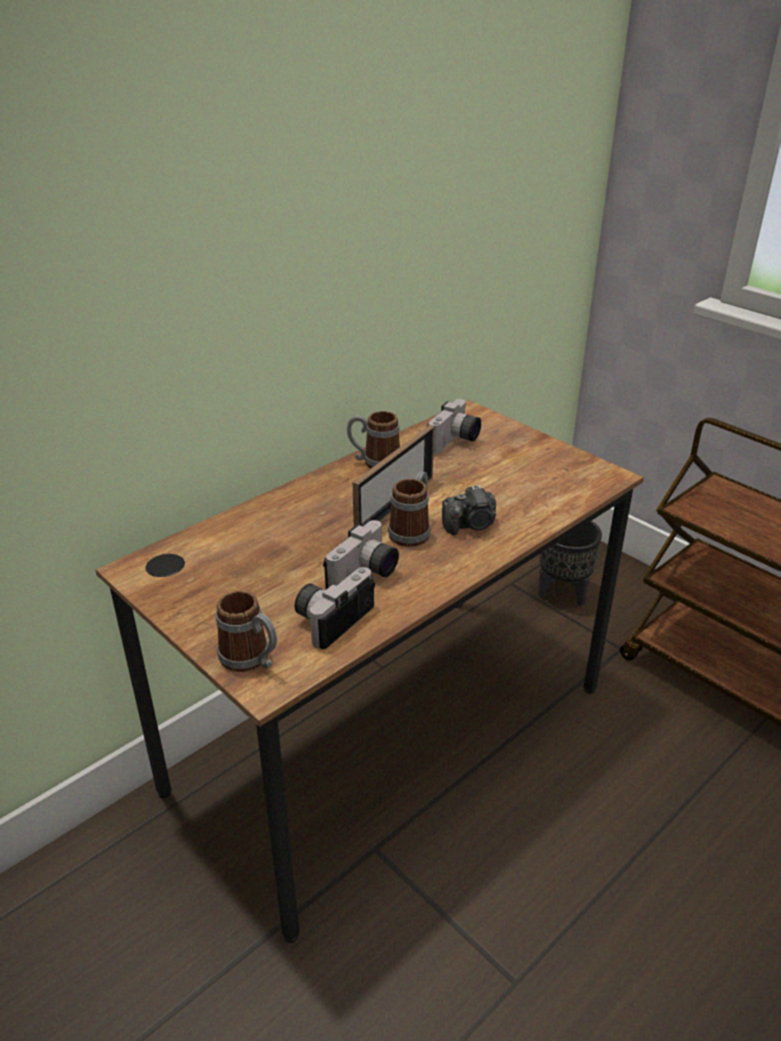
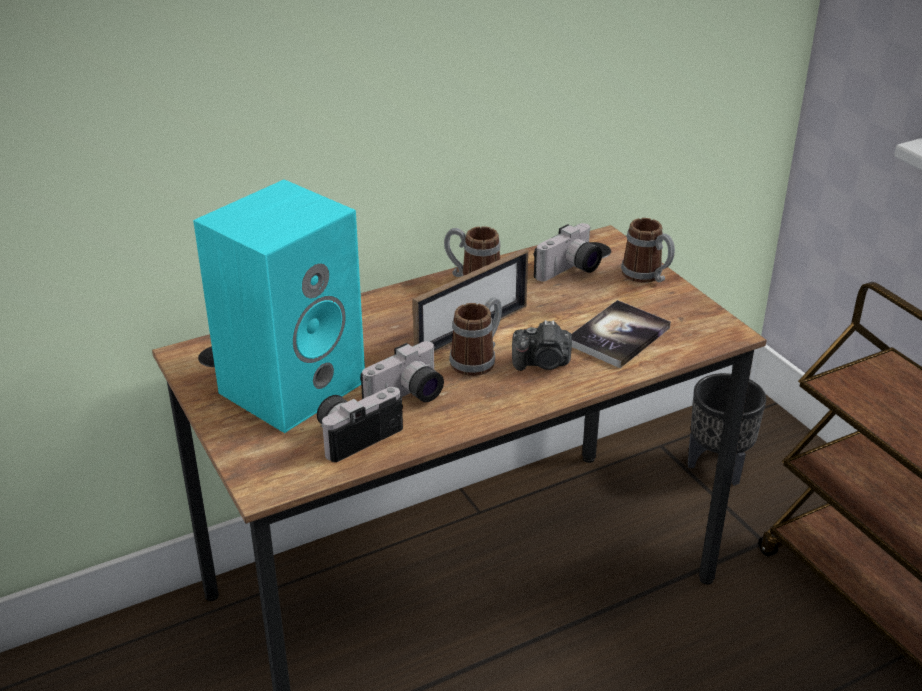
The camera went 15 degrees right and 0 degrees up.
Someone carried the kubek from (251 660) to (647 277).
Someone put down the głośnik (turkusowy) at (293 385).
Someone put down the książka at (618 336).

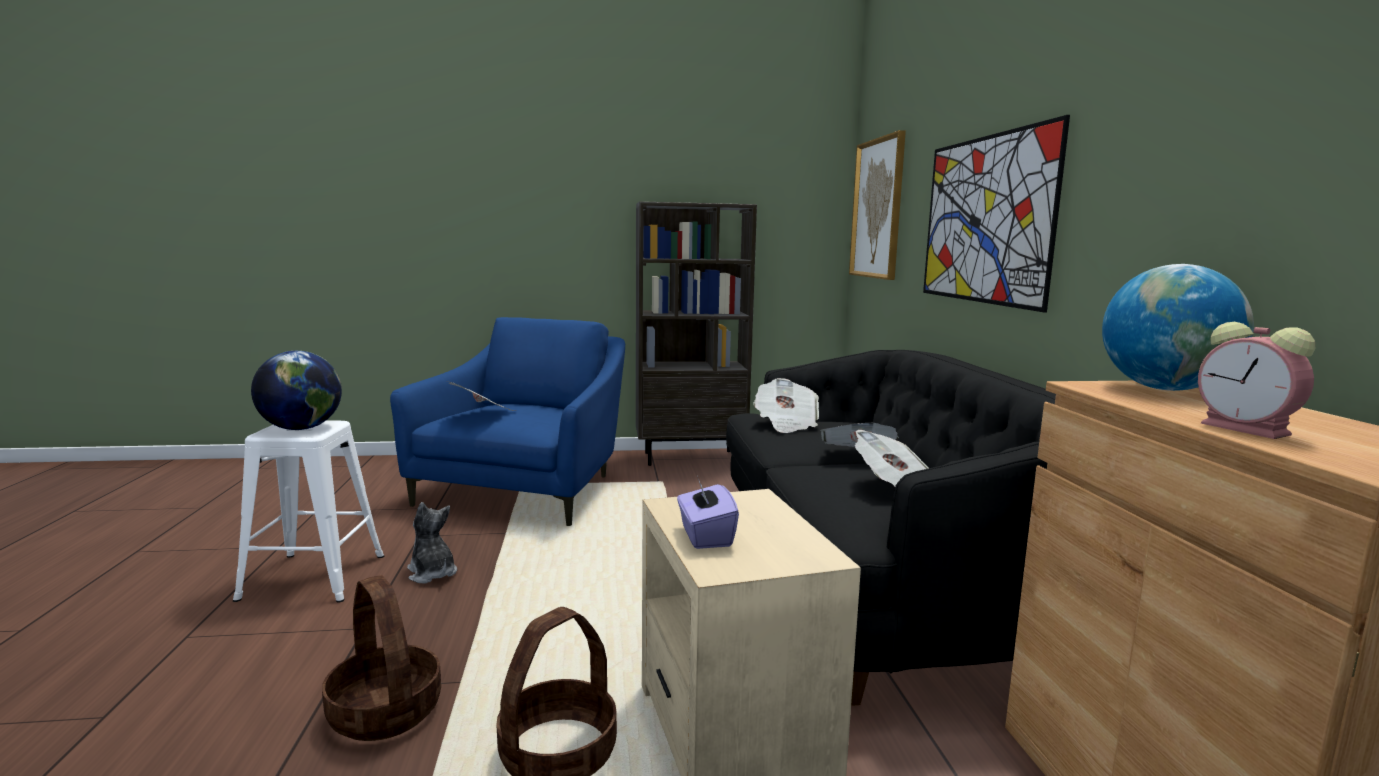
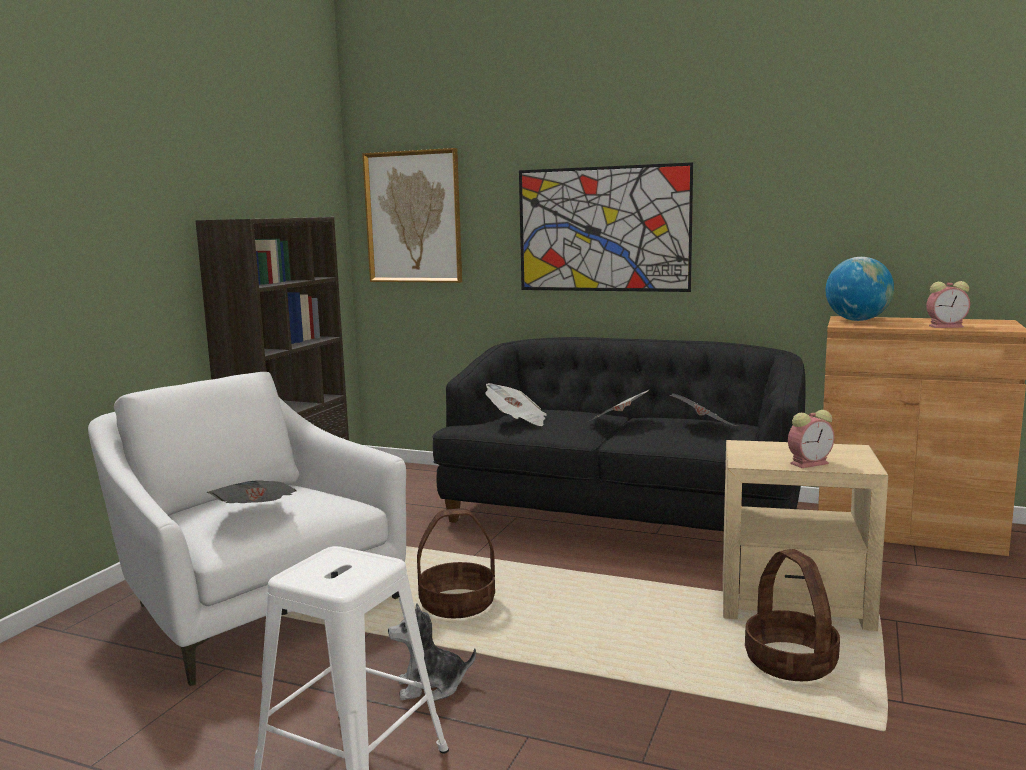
The camera went 60 degrees left and 0 degrees up.
Someone took away the globus at (301 428).
Someone carried the koszyk from (386 711) to (457 604).
Someone repainted the fotel (niebieski) at (528 489), which became the fotel (biały) at (251 604).
Someone swapped the pudełko chusteczek (fioletowy) at (705 536) for the budzik at (810 463).

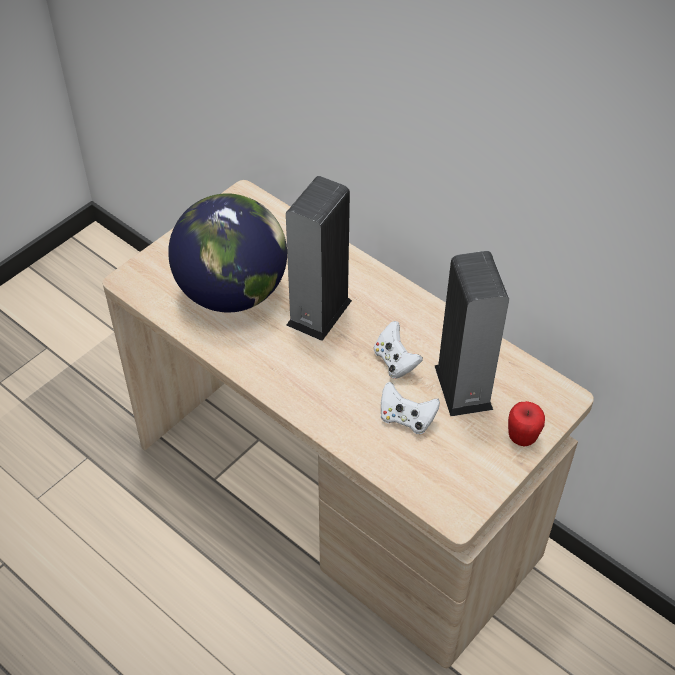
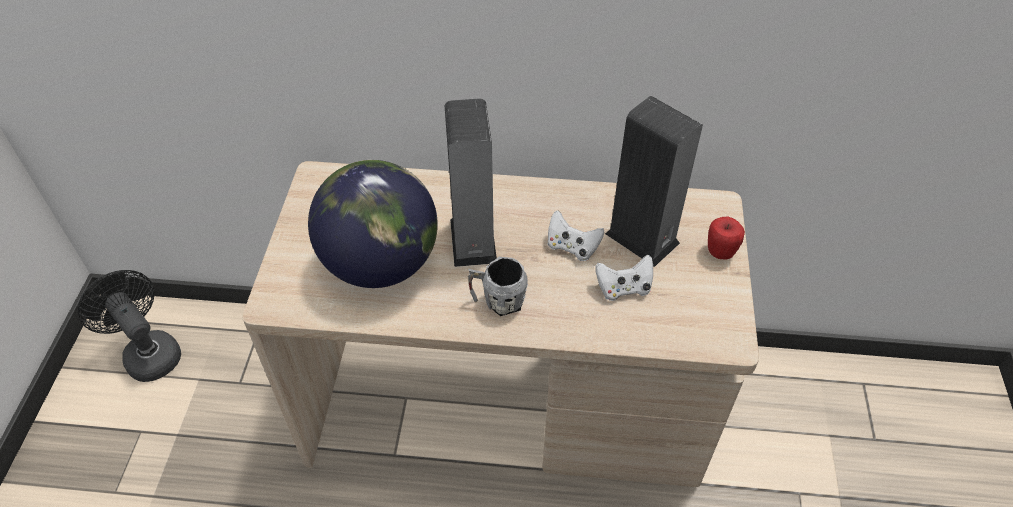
The camera went 35 degrees left and 0 degrees up.
Someone put down the wentylator (czarny) at (148 353).
Someone put down the kubek (szary) at (498 301).

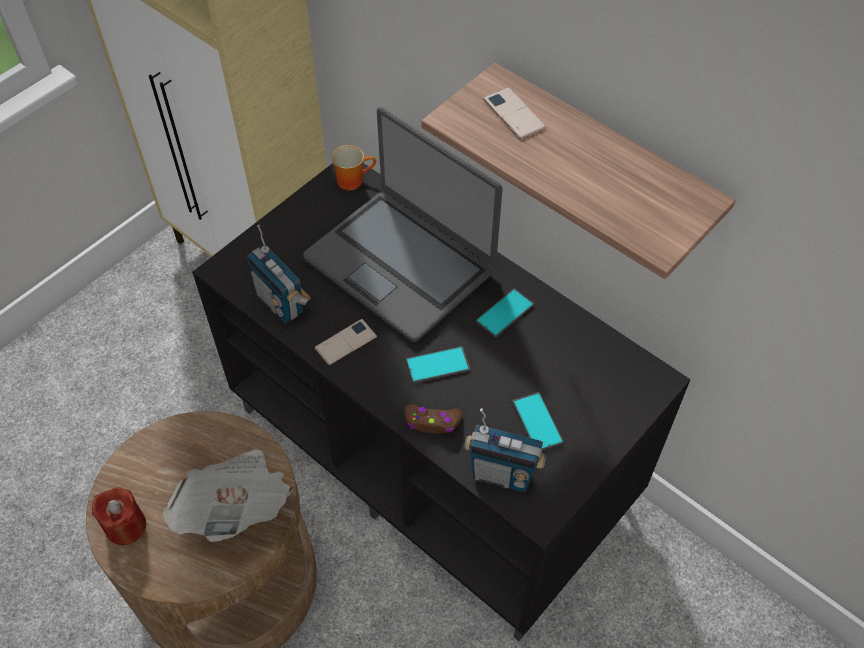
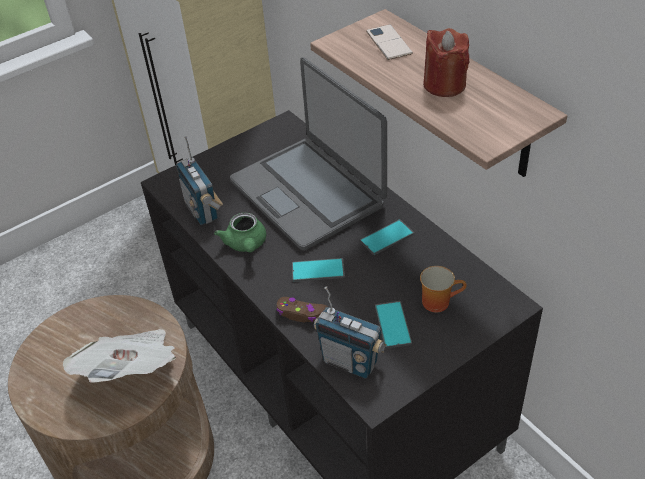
The camera went 15 degrees right and 10 degrees down.
Someone carried the świeca (czerwony) from (126 526) to (444 85).
Someone swapped the telefon at (346 342) for the imbryk (zielony) at (246 245).
Someone carried the kubek from (352 179) to (438 300).

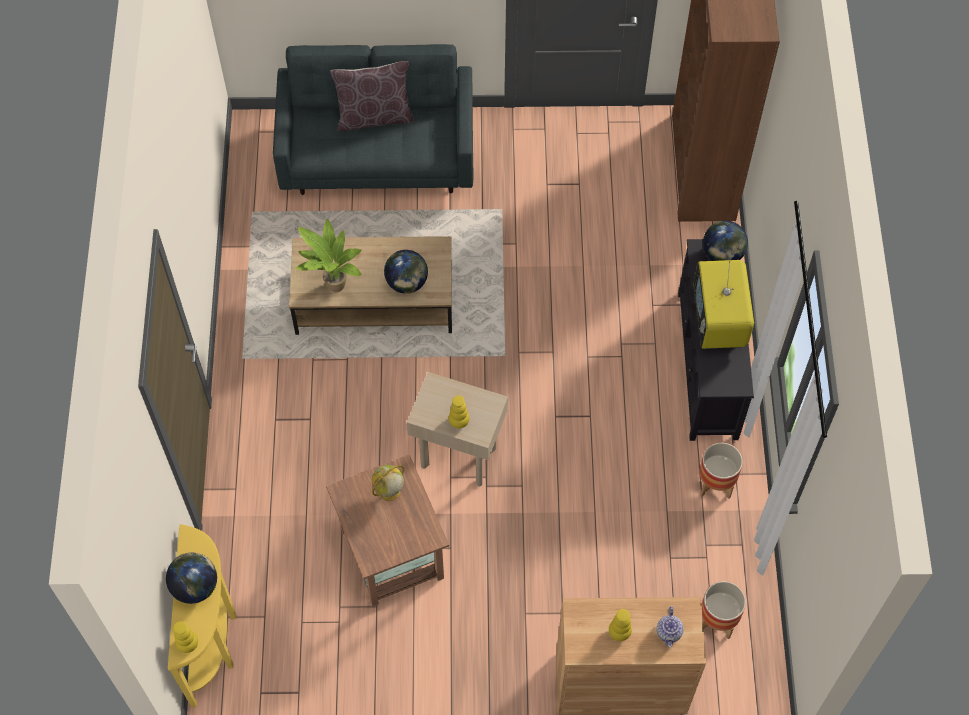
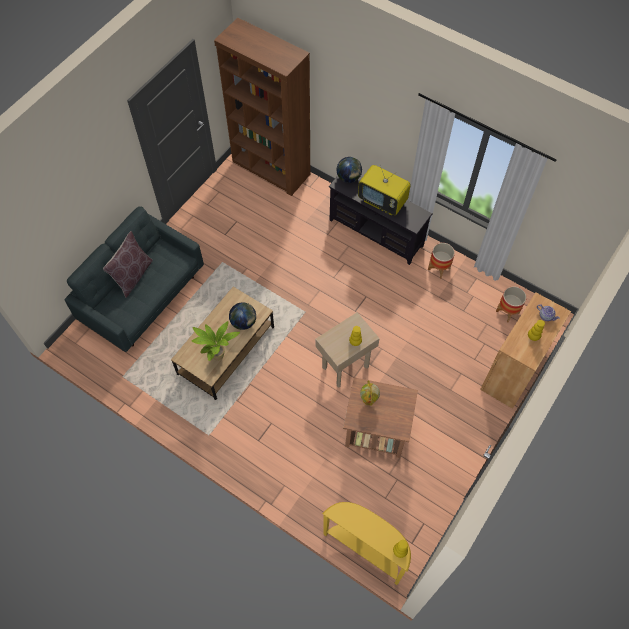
The camera went 55 degrees left and 0 degrees up.
Someone took away the globus at (195 587).

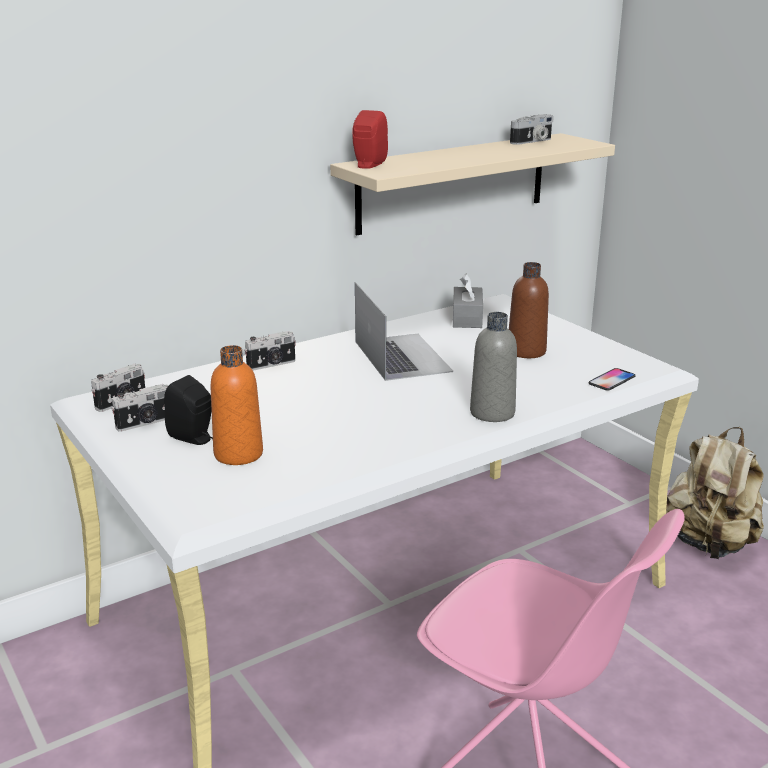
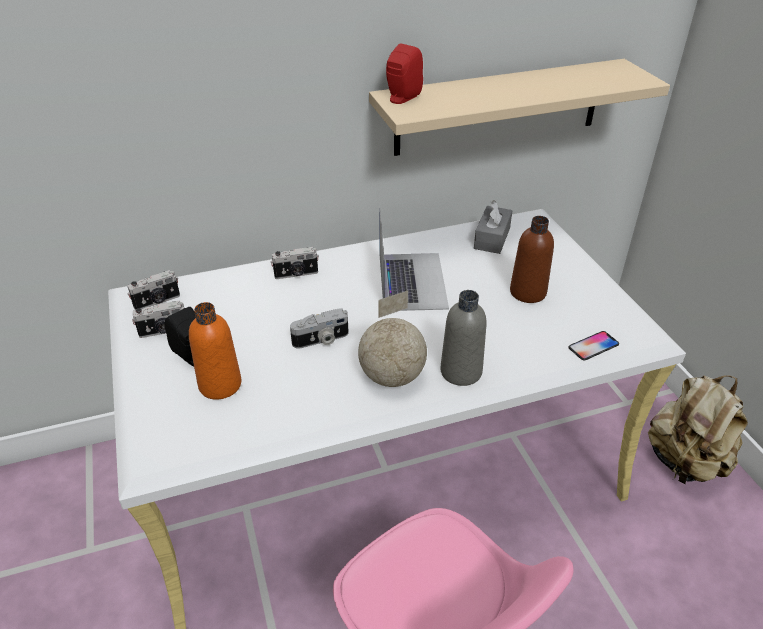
The camera went 15 degrees right and 15 degrees up.
Someone carried the aparat fotograficzny from (532 141) to (321 340).
Someone put down the globus at (393 377).

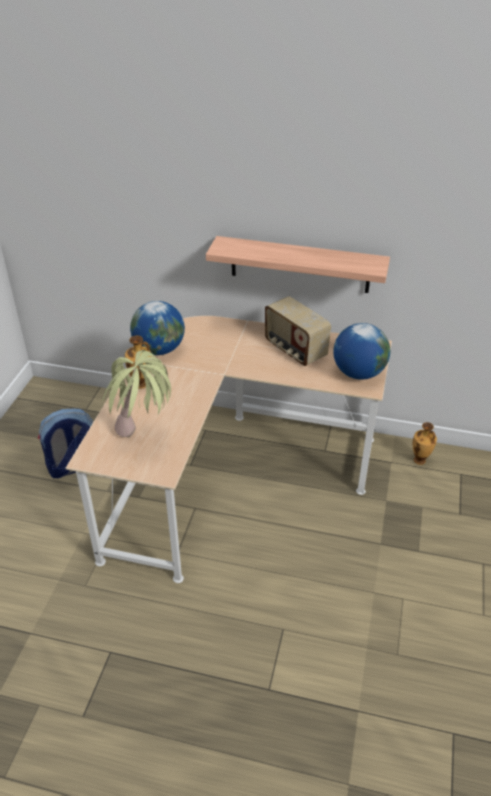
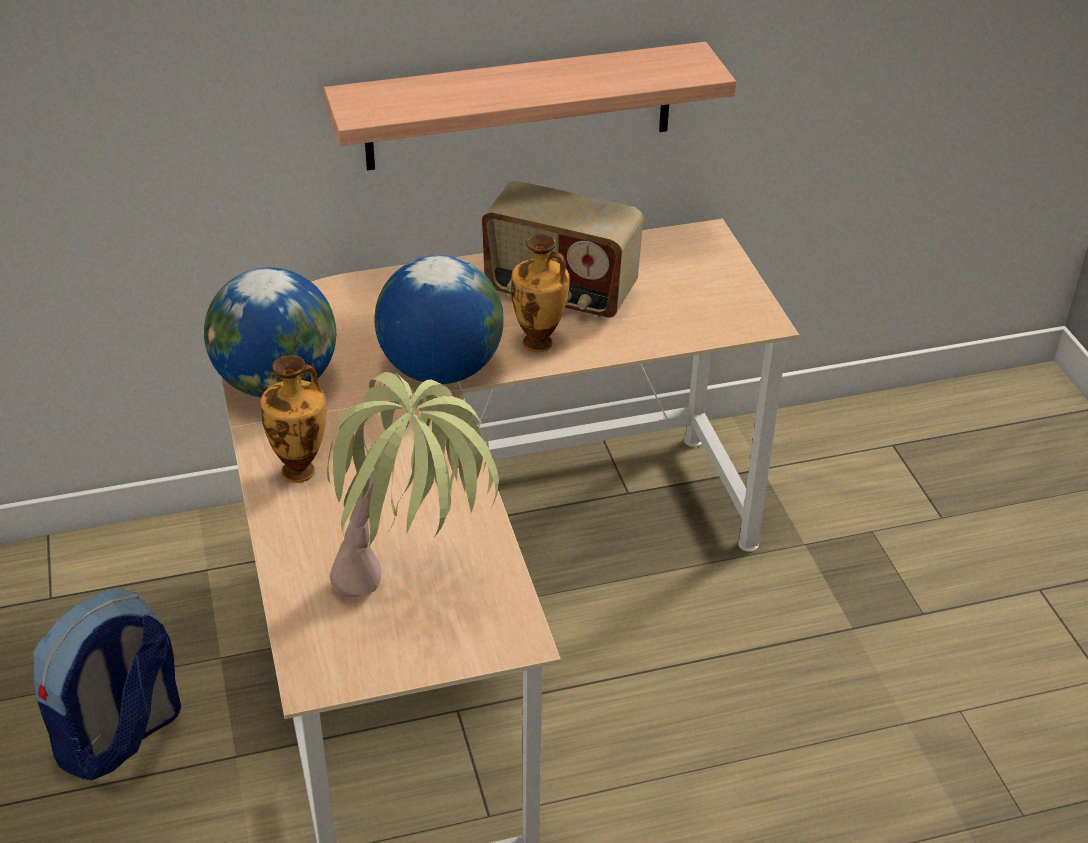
The camera went 30 degrees left and 0 degrees up.
Someone carried the globus from (358 373) to (440 370).
Someone carried the wazon from (420 461) to (539 344).

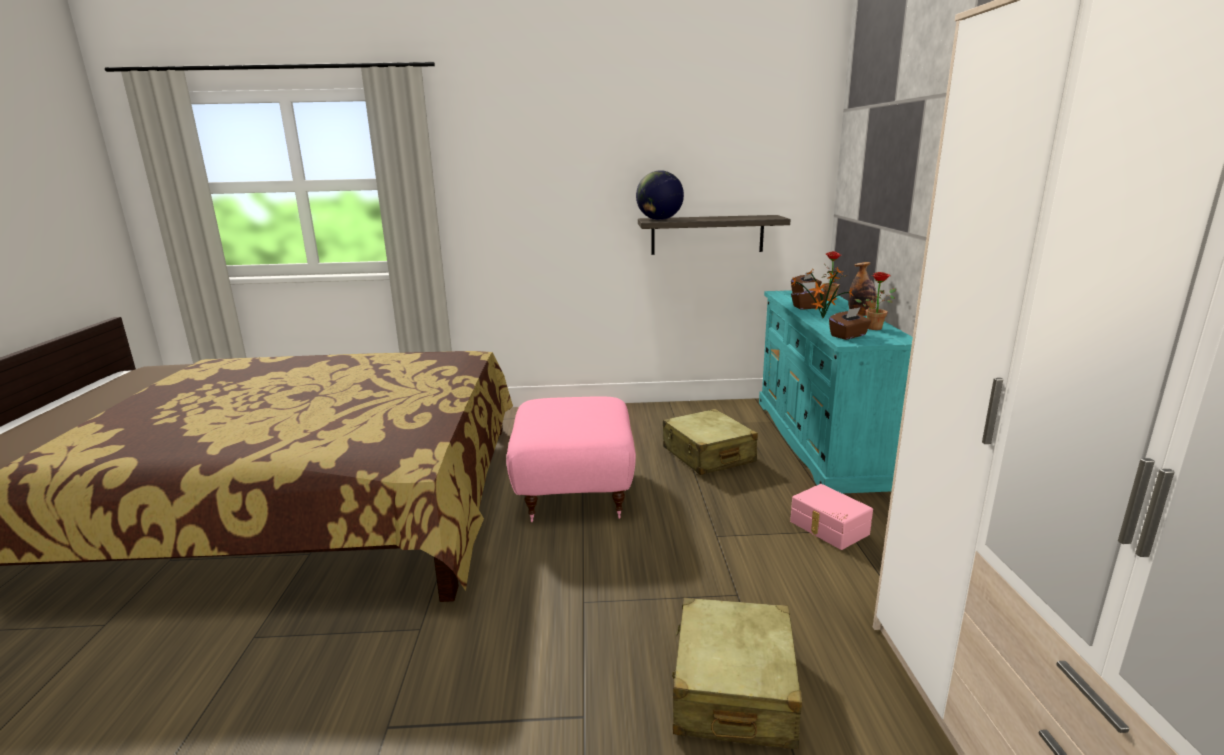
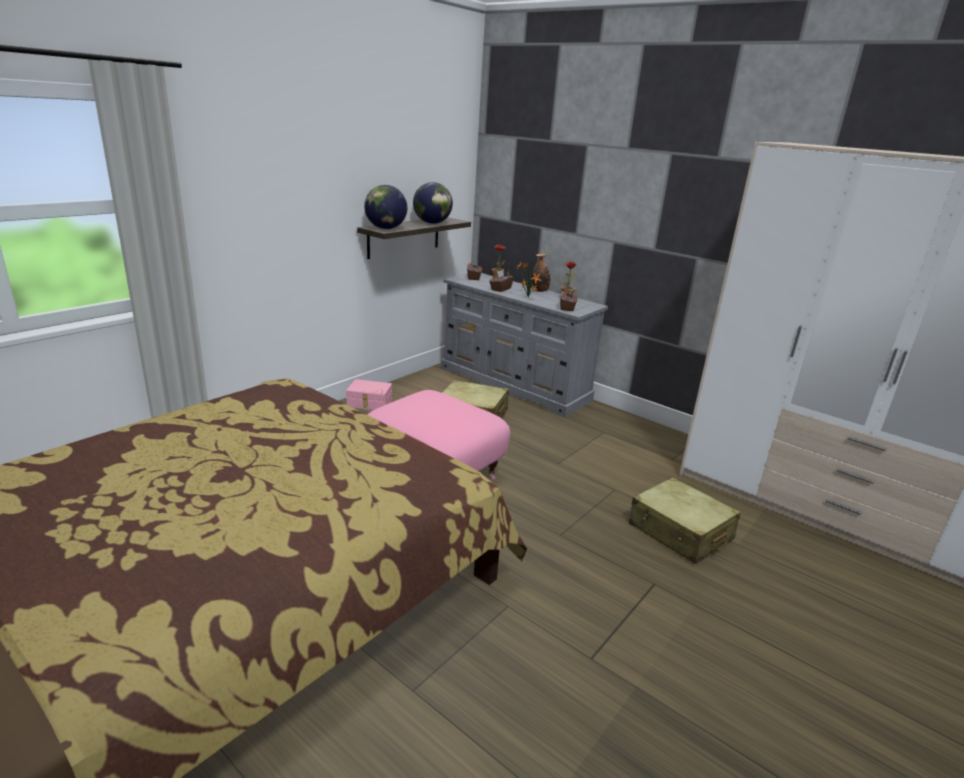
The camera went 50 degrees left and 5 degrees up.
Someone repainted the komoda (turkusowy) at (820 441), which became the komoda (szary) at (515 384).
Someone carried the pojemnik do przechowywania (różowy) from (828 528) to (369 403).
Someone put down the globus at (432 223).

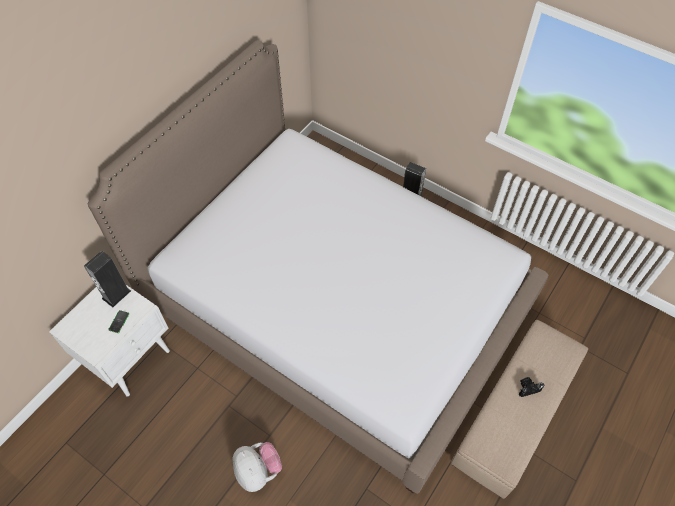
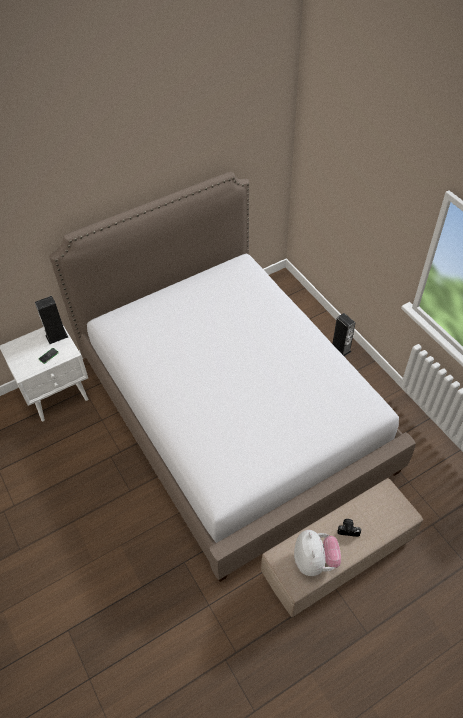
The camera went 25 degrees right and 5 degrees down.
Someone carried the pluszak from (258 471) to (315 561).

